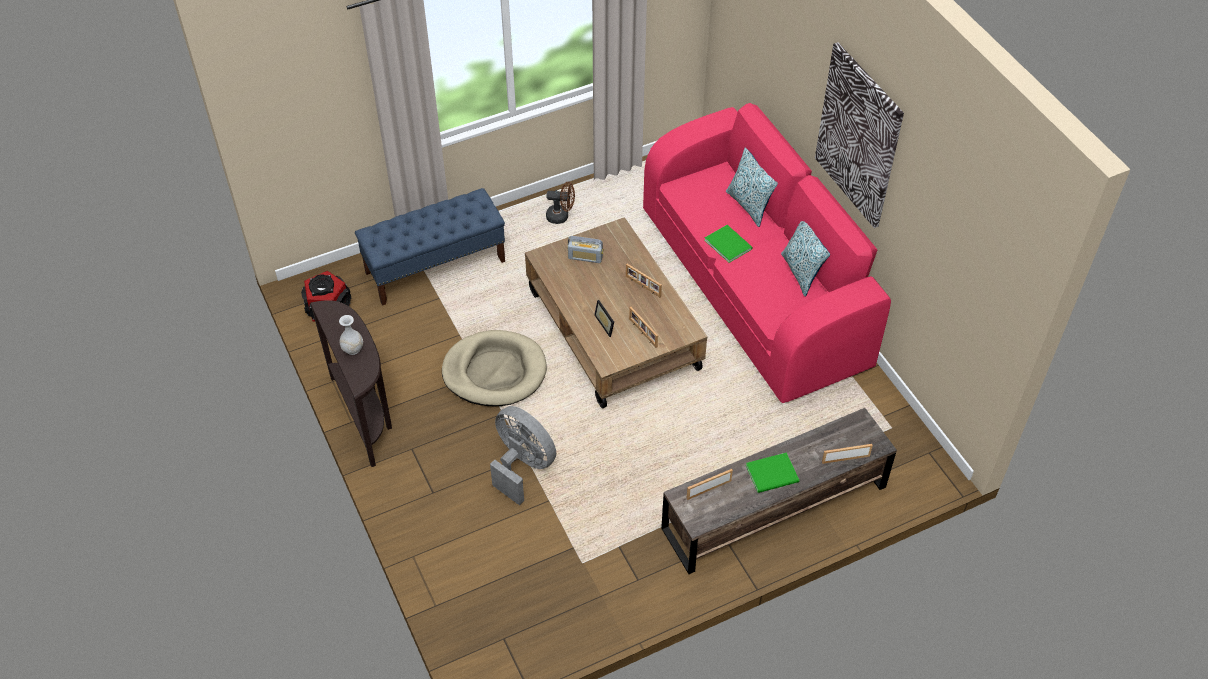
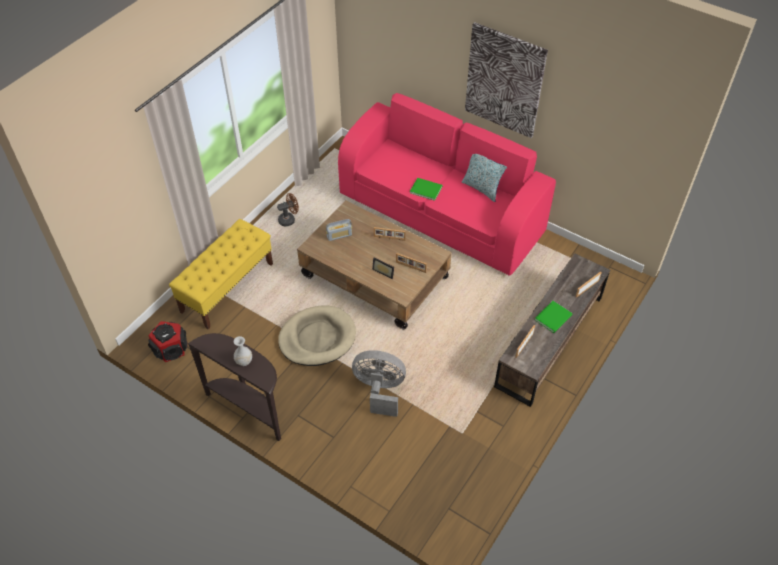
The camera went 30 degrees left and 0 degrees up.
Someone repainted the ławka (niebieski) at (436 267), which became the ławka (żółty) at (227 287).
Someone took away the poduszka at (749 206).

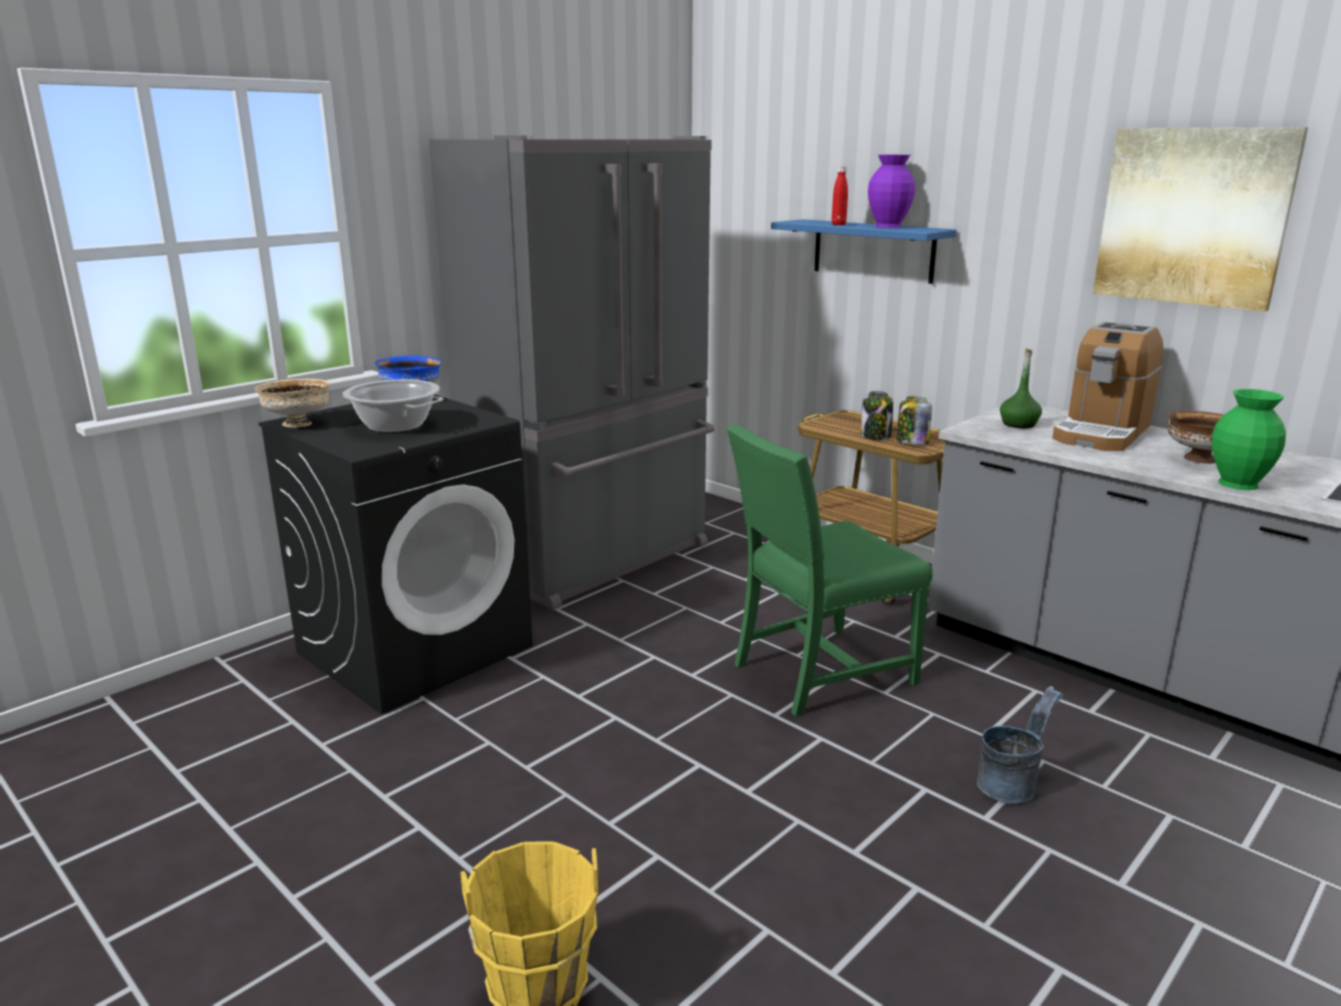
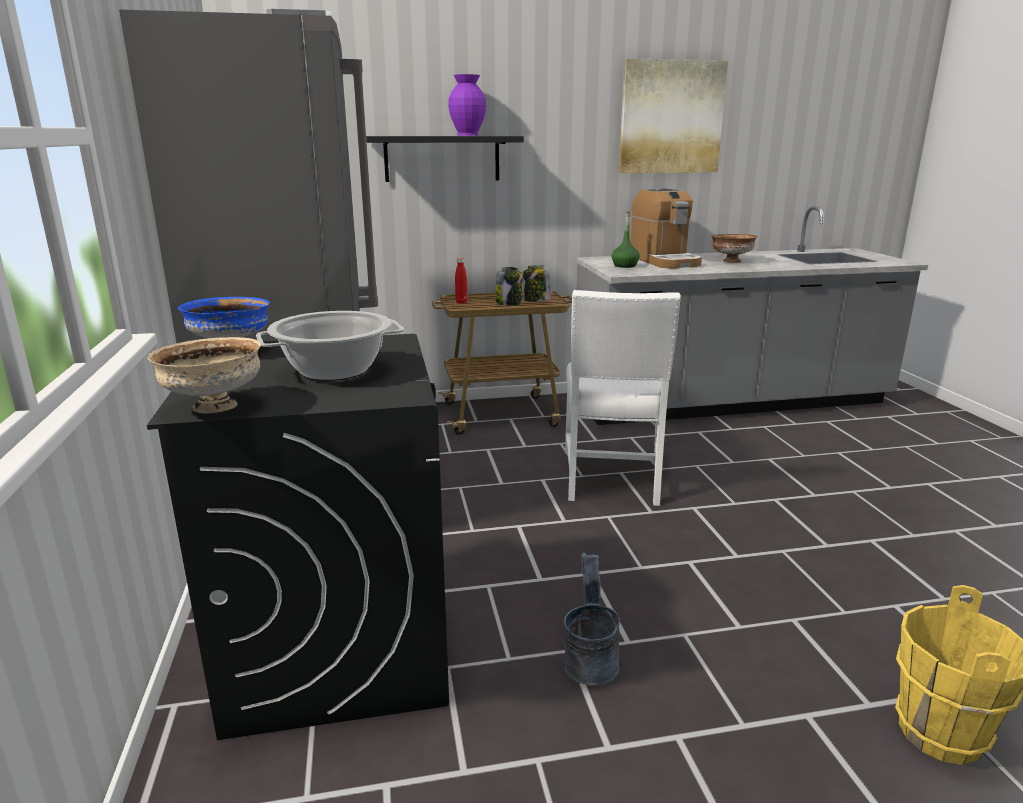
The camera went 55 degrees left and 0 degrees up.
Someone repainted the krzesło (zielony) at (817 673), which became the krzesło (biały) at (612 478).
Someone repainted the półka (niebieski) at (873 250), which became the półka (czarny) at (442 158).
Someone carried the butelka (czerwony) from (838 224) to (461 302).
Someone carried the wiadro (szary) from (1011 784) to (590 660).
Someone took away the wazon (zielony) at (1237 483).

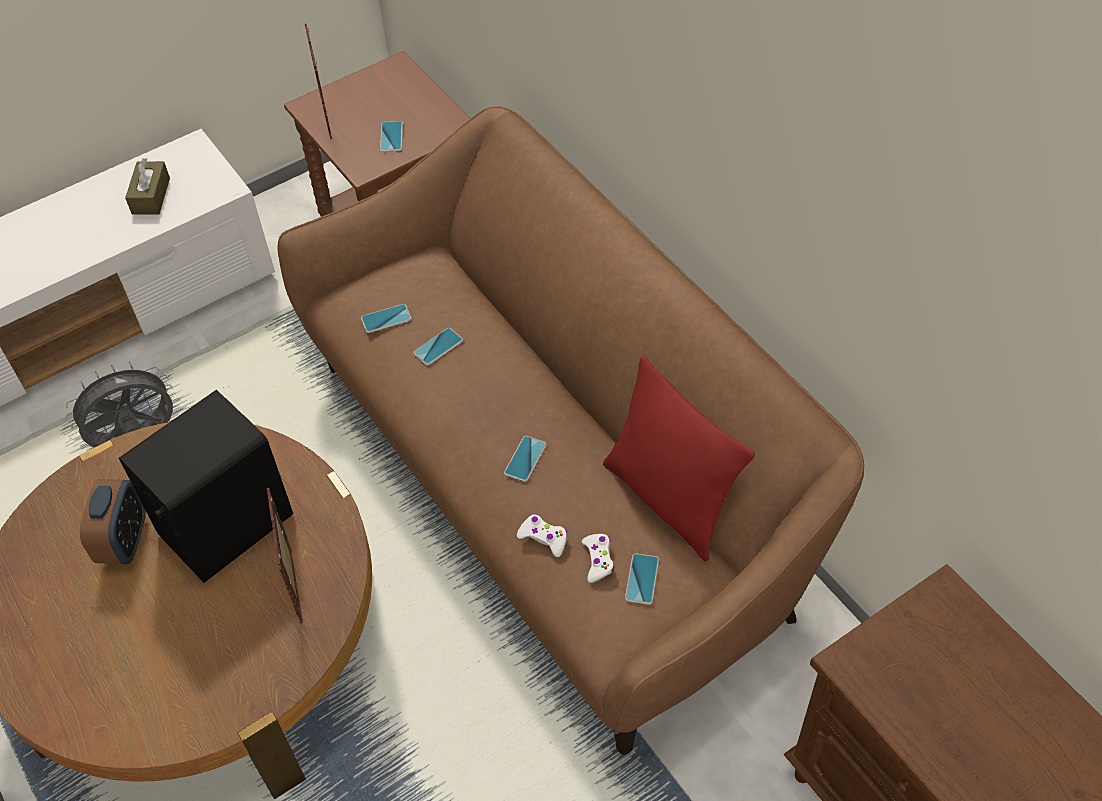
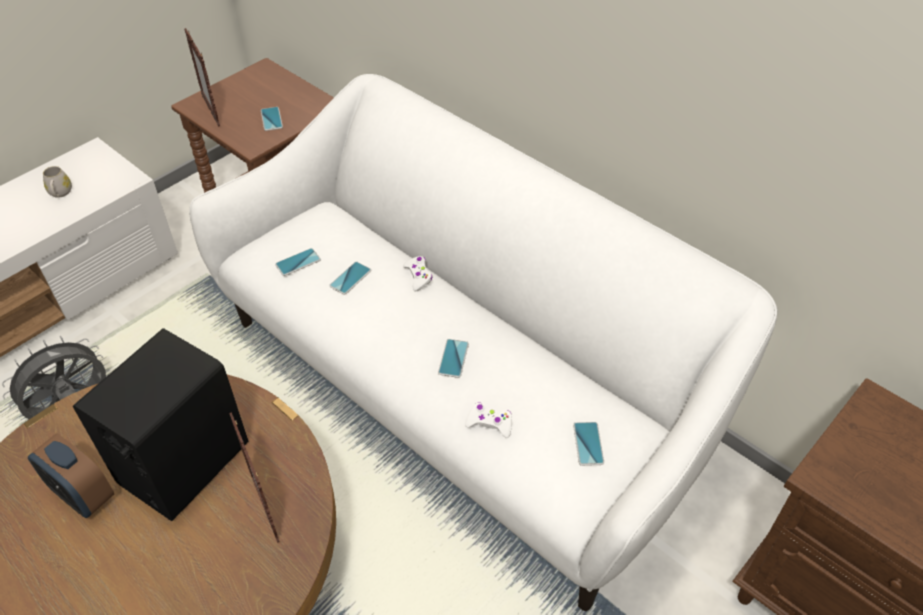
The camera went 15 degrees left and 5 degrees down.
Someone rotated the budzik at (125 541) by 135 degrees clockwise.
Someone swapped the pudełko chusteczek (brązowy) at (151 196) for the kubek (biały) at (60 193).
Someone repainted the kanapa (brązowy) at (555 486), which became the kanapa (biały) at (461 389).
Someone carried the pad do gier (biały) from (598 560) to (418 276).
Someone took away the poduszka (czerwony) at (669 500).

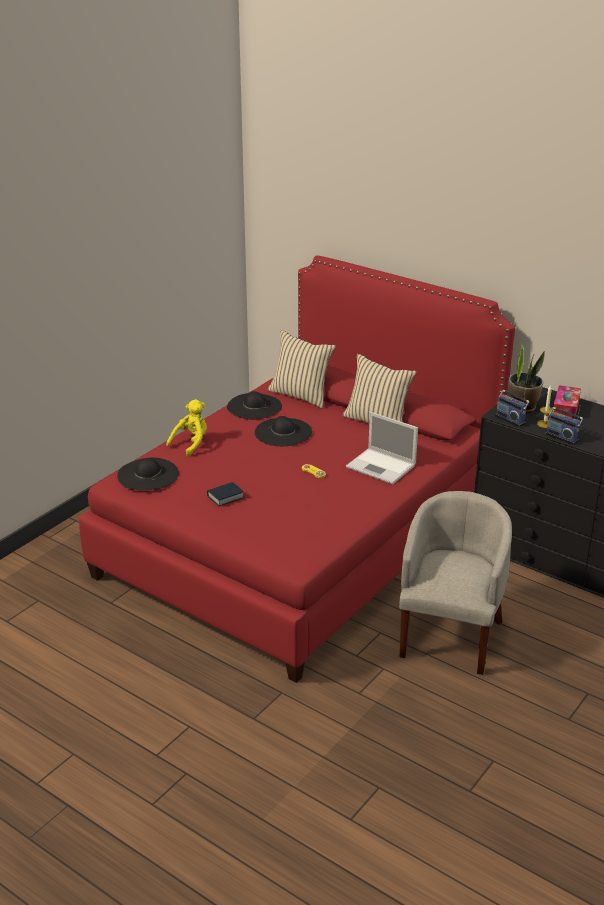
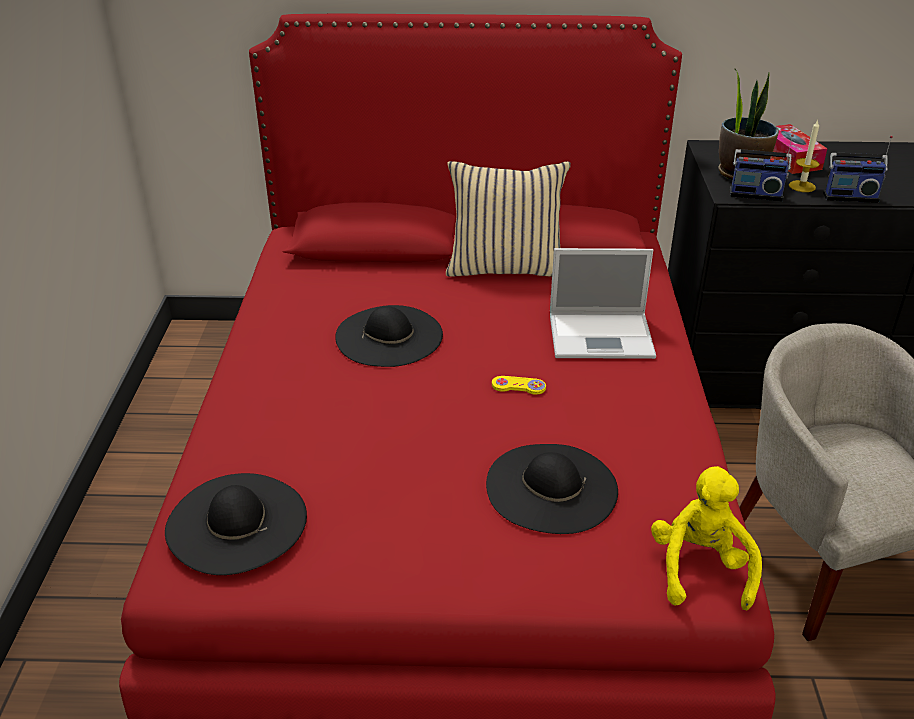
The camera went 35 degrees left and 5 degrees up.
Someone carried the pluszak (żółty) from (191 443) to (700 568).
Someone took away the książka at (225 497).
Someone carried the kapelusz (czarny) from (254 406) to (551 487).
Someone took away the poduszka (beżowy) at (301 395).

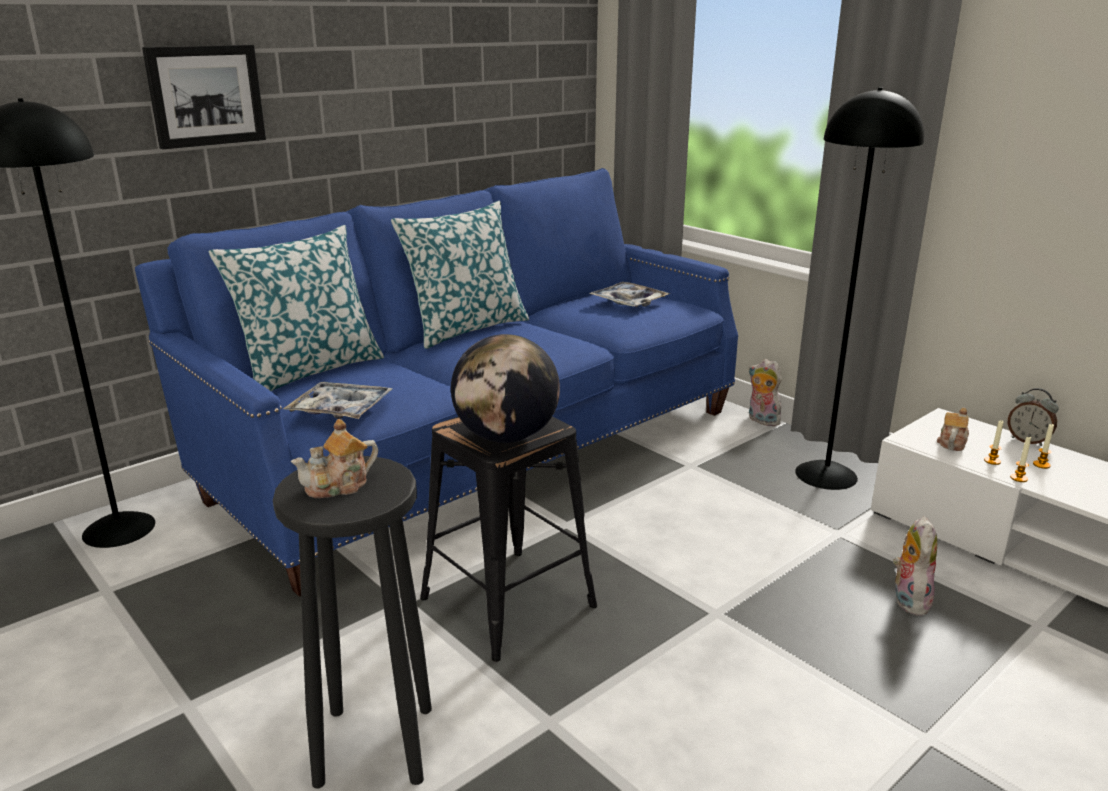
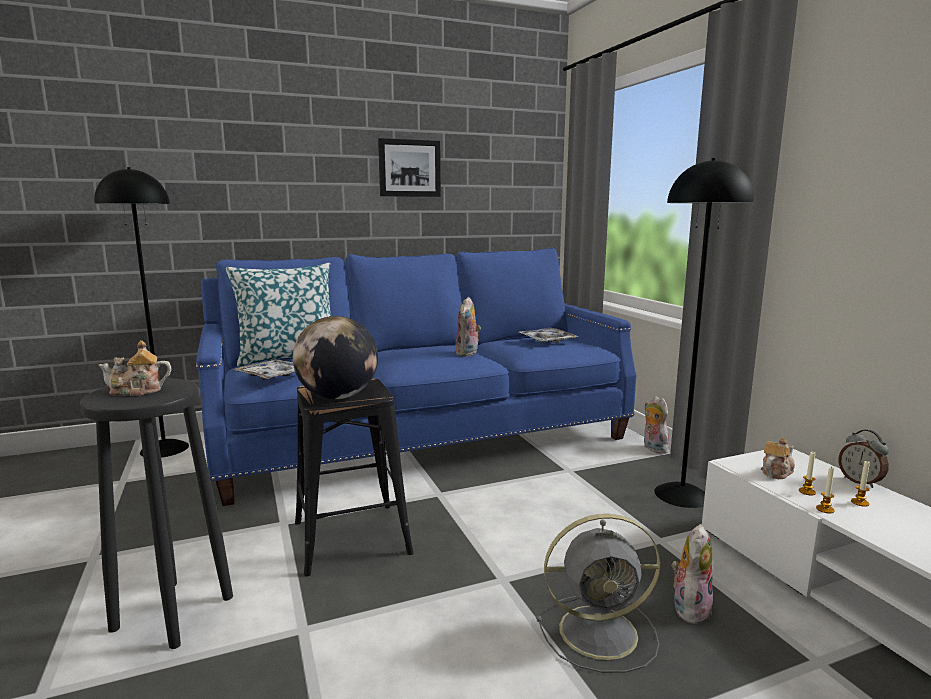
The camera went 20 degrees right and 10 degrees down.
Someone carried the obraz from (205 95) to (409 168).
Someone took away the poduszka at (466 328).
Someone put down the pluszak at (468 354).
Someone put down the wentylator (szary) at (601 631).

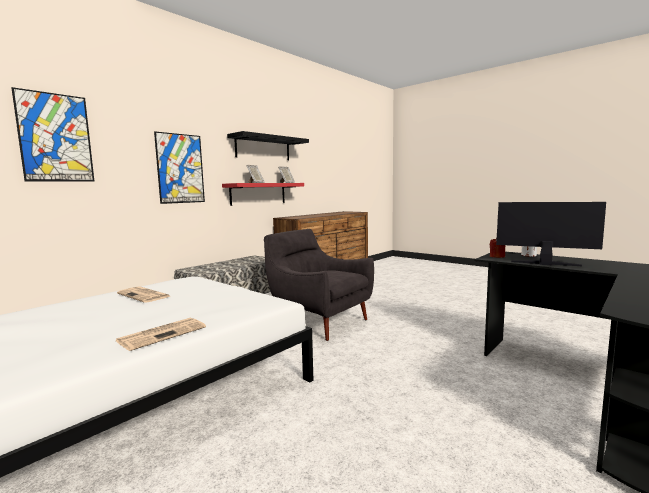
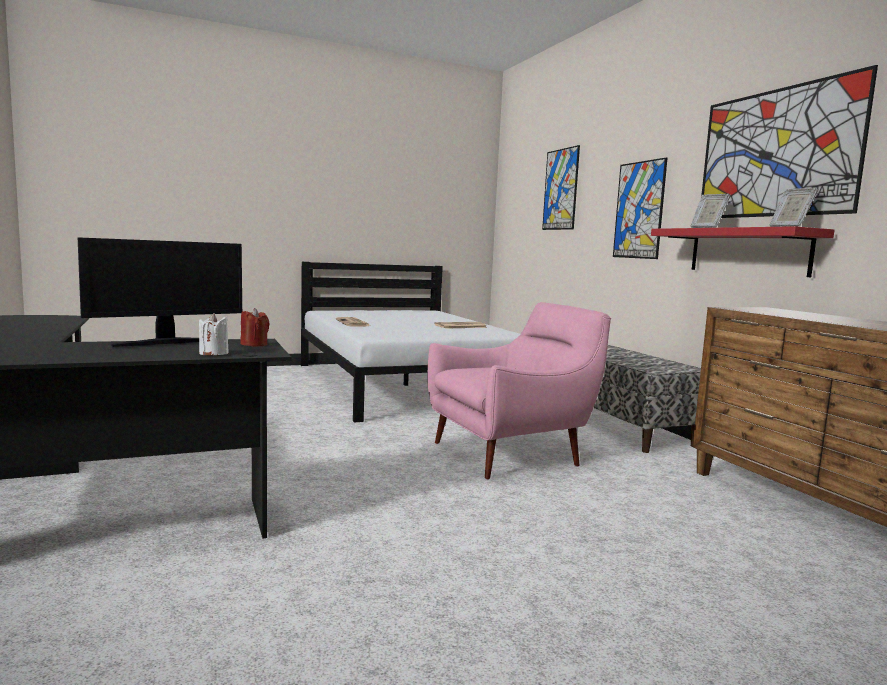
The camera went 115 degrees right and 0 degrees up.
Someone swapped the półka (czarny) at (263 148) for the obraz at (776 153).
Someone repainted the fotel (szary) at (319 322), which became the fotel (różowy) at (511 453).

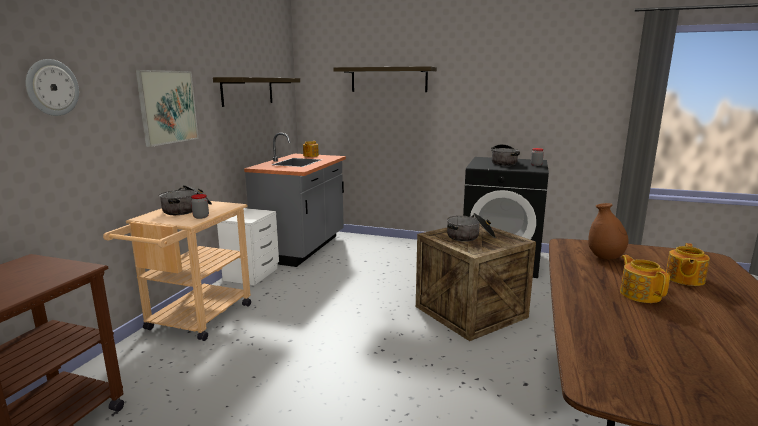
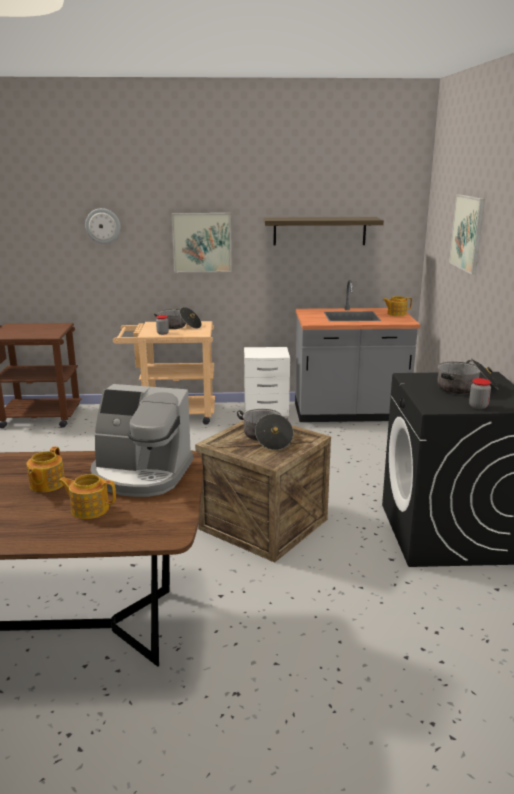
The camera went 70 degrees right and 5 degrees up.
Someone swapped the półka at (388 79) for the obraz at (467 233).
Someone swapped the wazon (brązowy) at (605 258) for the ekspres do kawy at (141 474).
Someone rotated the imbryk at (640 294) by 135 degrees clockwise.

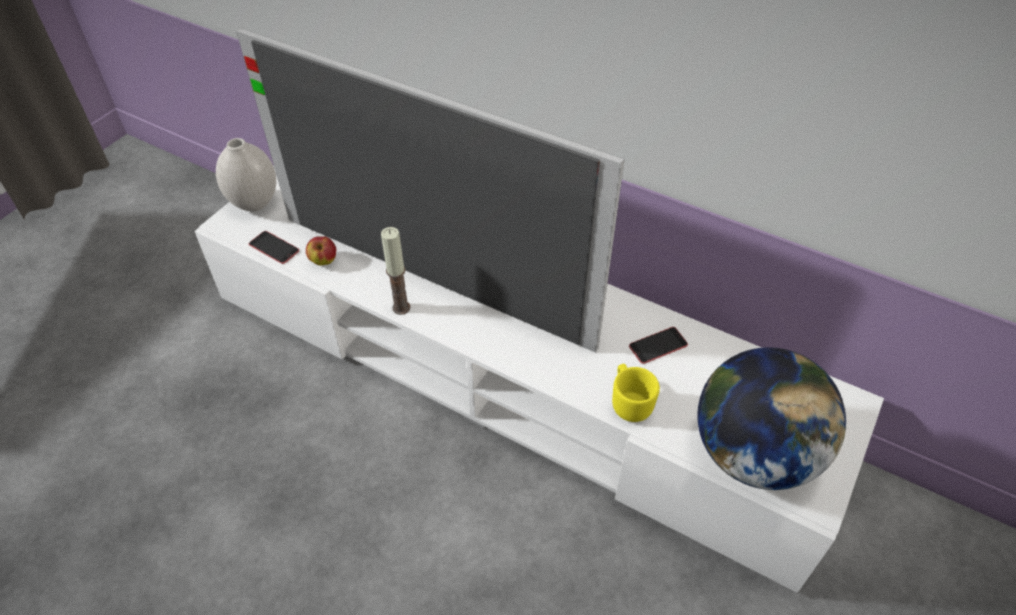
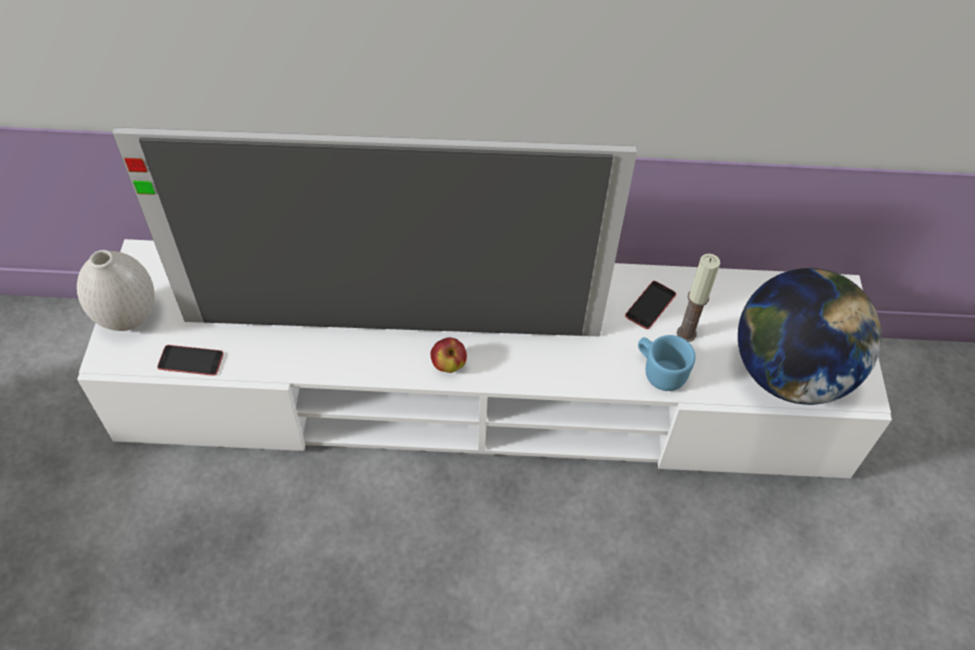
The camera went 30 degrees left and 5 degrees up.
Someone carried the jabłko from (323 261) to (448 365).
Someone carried the świeca from (401 307) to (686 333).
Someone repainted the kubek (żółty) at (630 402), which became the kubek (niebieski) at (659 371).

